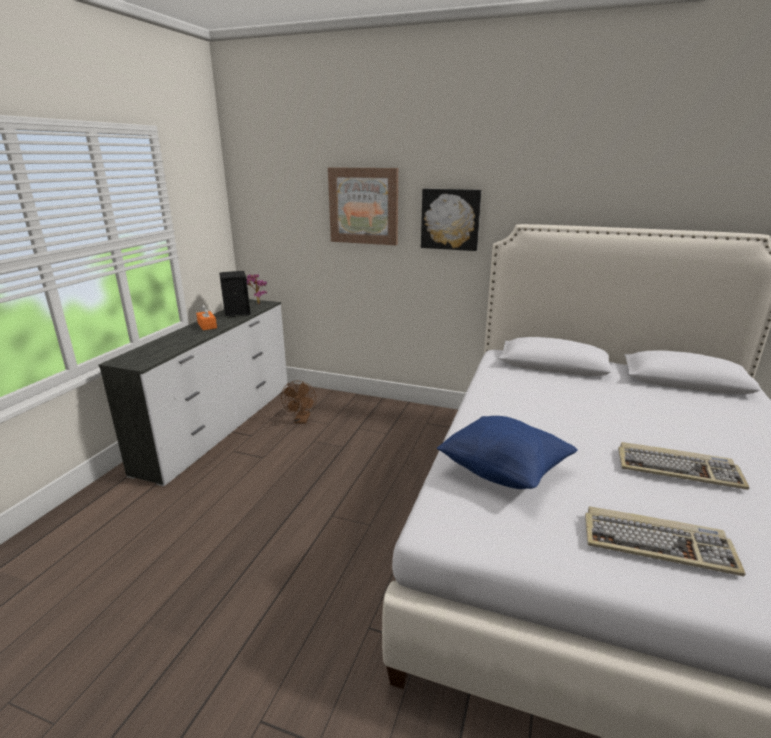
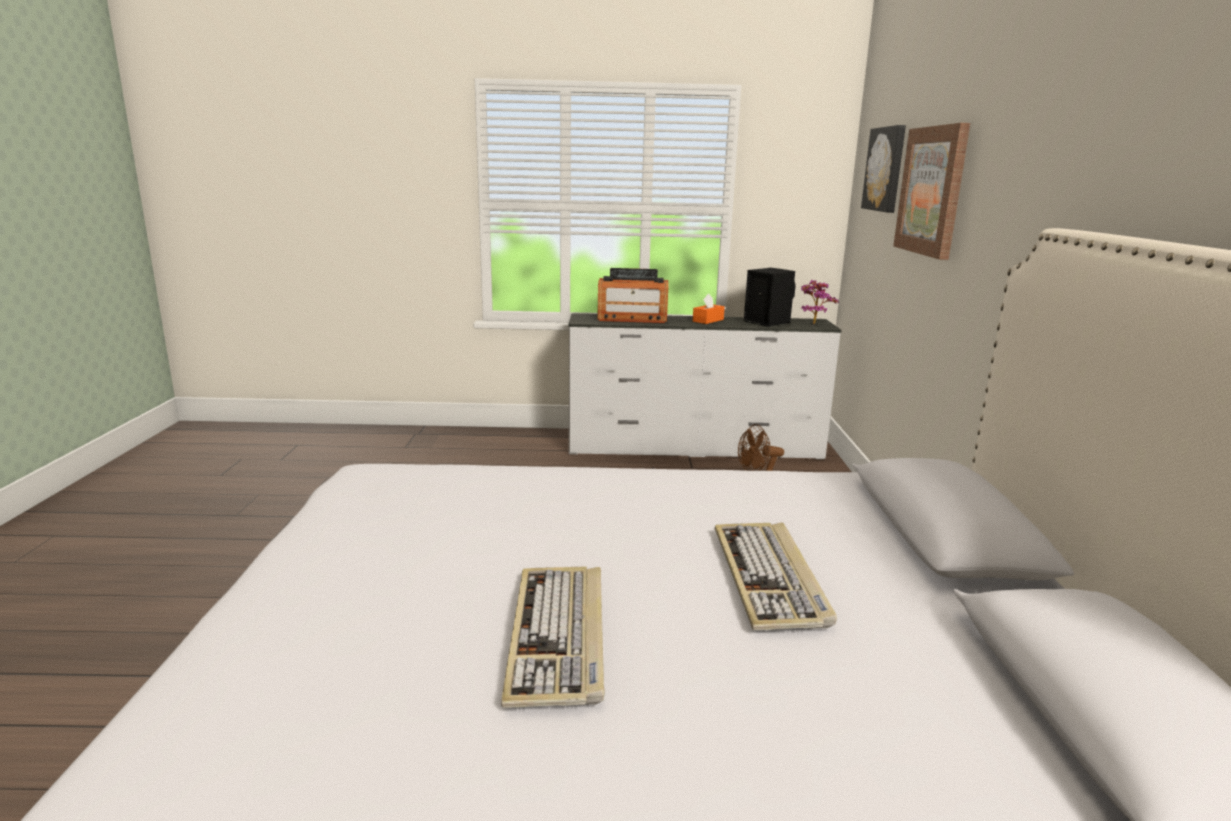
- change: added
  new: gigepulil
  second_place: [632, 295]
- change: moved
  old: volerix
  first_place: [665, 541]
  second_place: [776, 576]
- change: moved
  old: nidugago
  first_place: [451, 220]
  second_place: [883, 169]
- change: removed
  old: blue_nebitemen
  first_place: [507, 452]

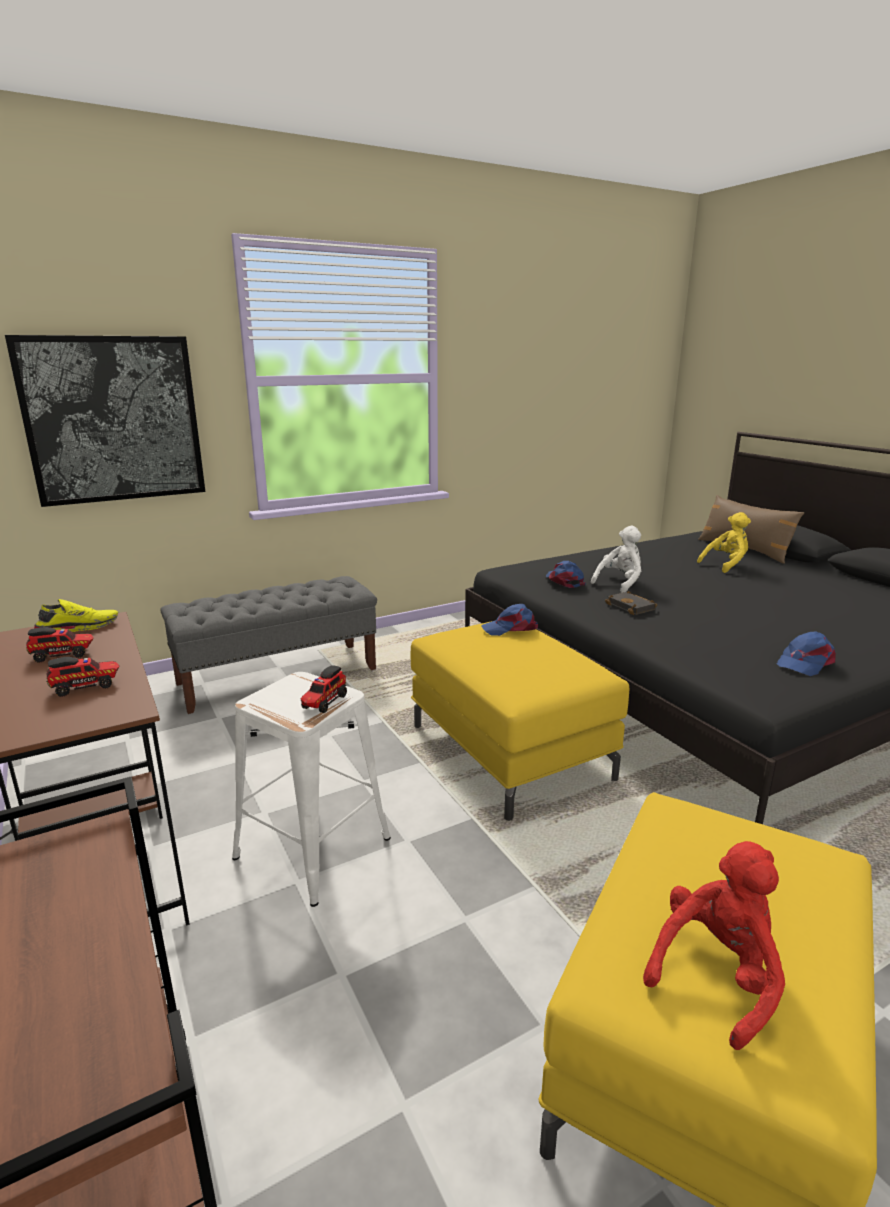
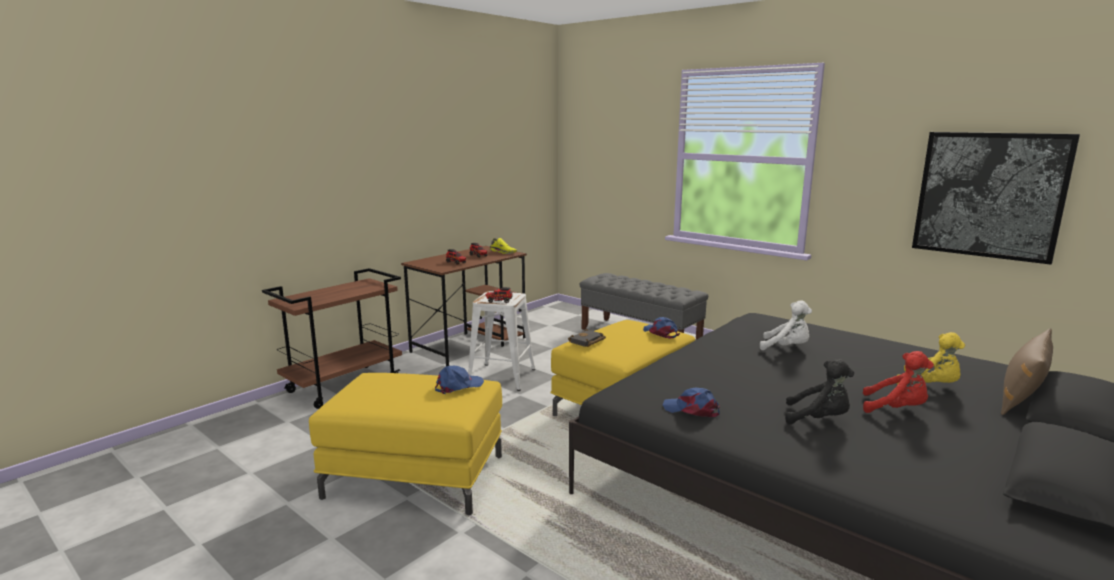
- change: moved
  old: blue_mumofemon
  first_place: [566, 574]
  second_place: [459, 380]
- change: moved
  old: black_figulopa
  first_place: [631, 603]
  second_place: [587, 338]
- change: added
  new: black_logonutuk
  second_place: [819, 391]
- change: moved
  old: red_logonutuk
  first_place: [714, 945]
  second_place: [898, 382]
- change: moved
  old: nidugago
  first_place: [105, 421]
  second_place: [996, 198]

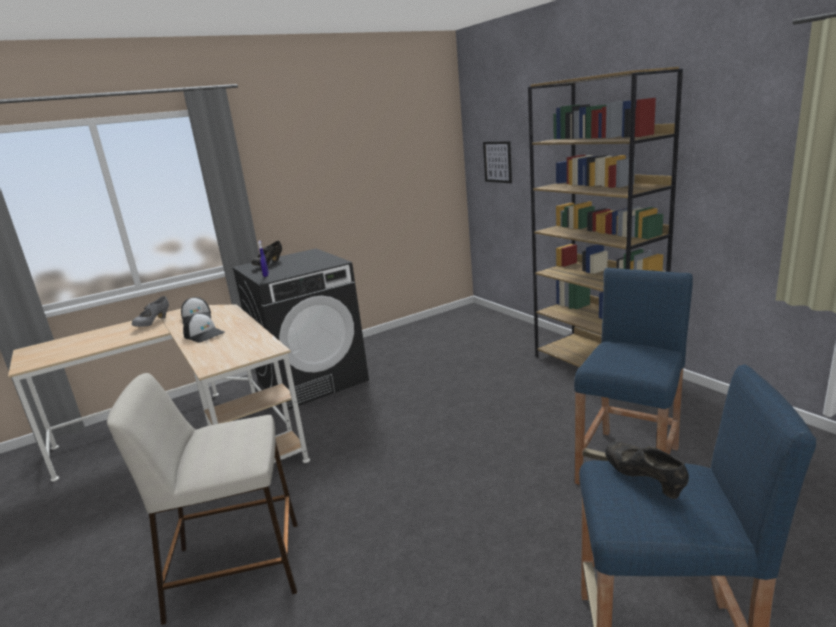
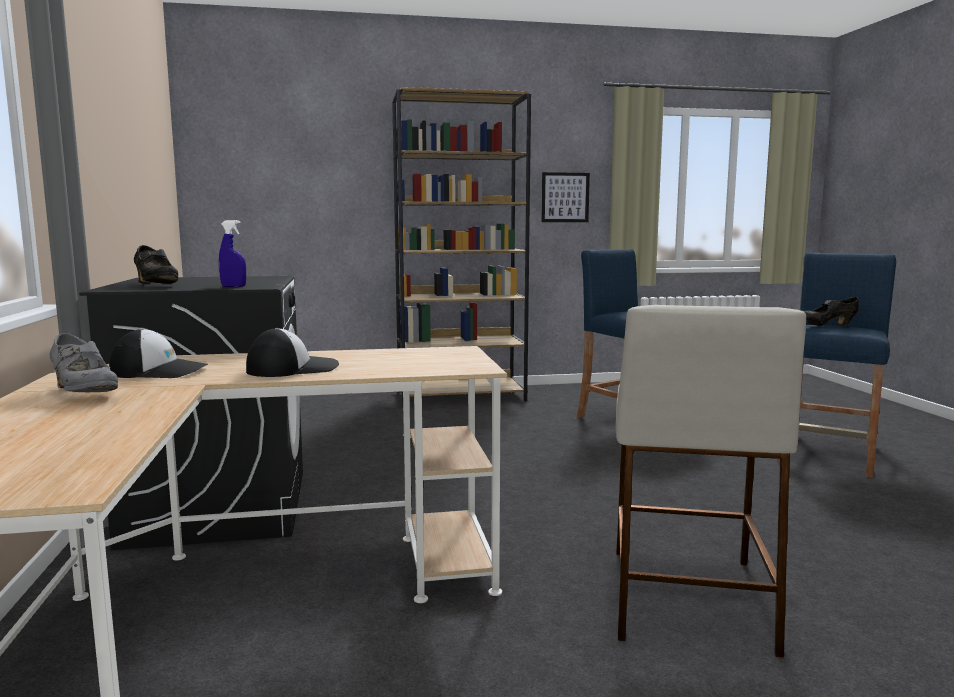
- change: moved
  old: nidugago
  first_place: [497, 162]
  second_place: [565, 197]

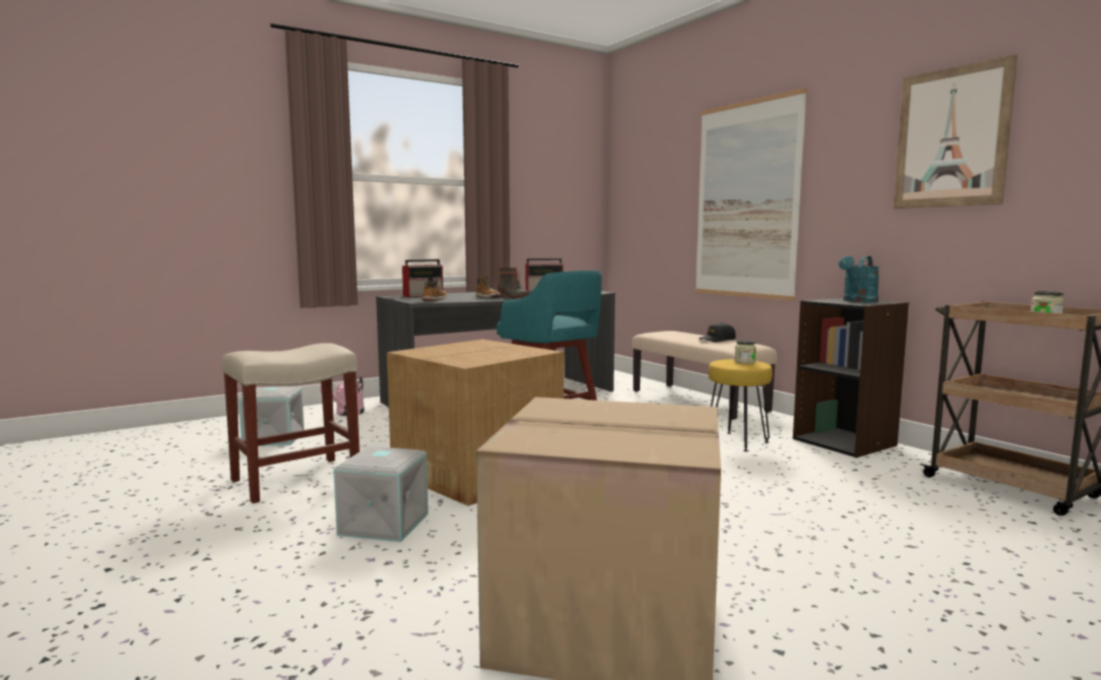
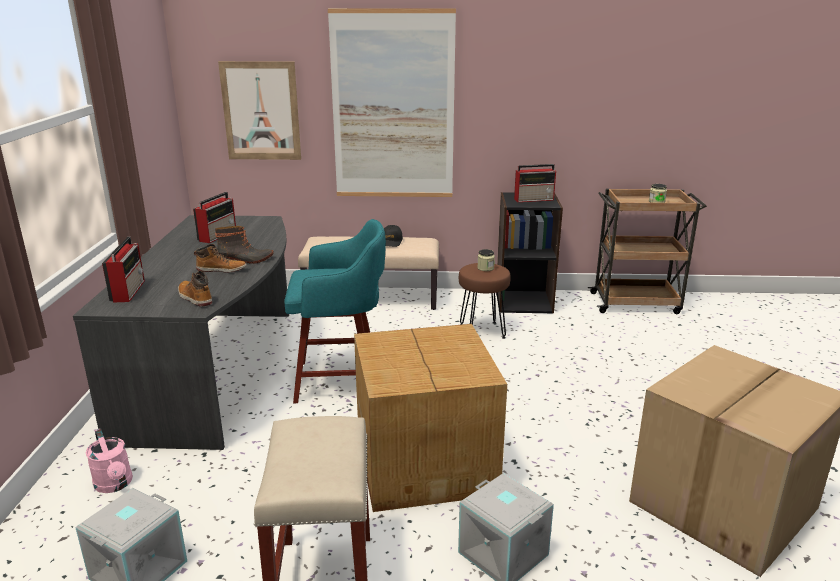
- change: moved
  old: nidugago
  first_place: [955, 131]
  second_place: [259, 110]
- change: recoloured
  old: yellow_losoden
  new: brown_losoden
  first_place: [740, 405]
  second_place: [485, 301]
- change: replaced
  old: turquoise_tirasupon
  new: gigepulil
  first_place: [859, 279]
  second_place: [535, 183]

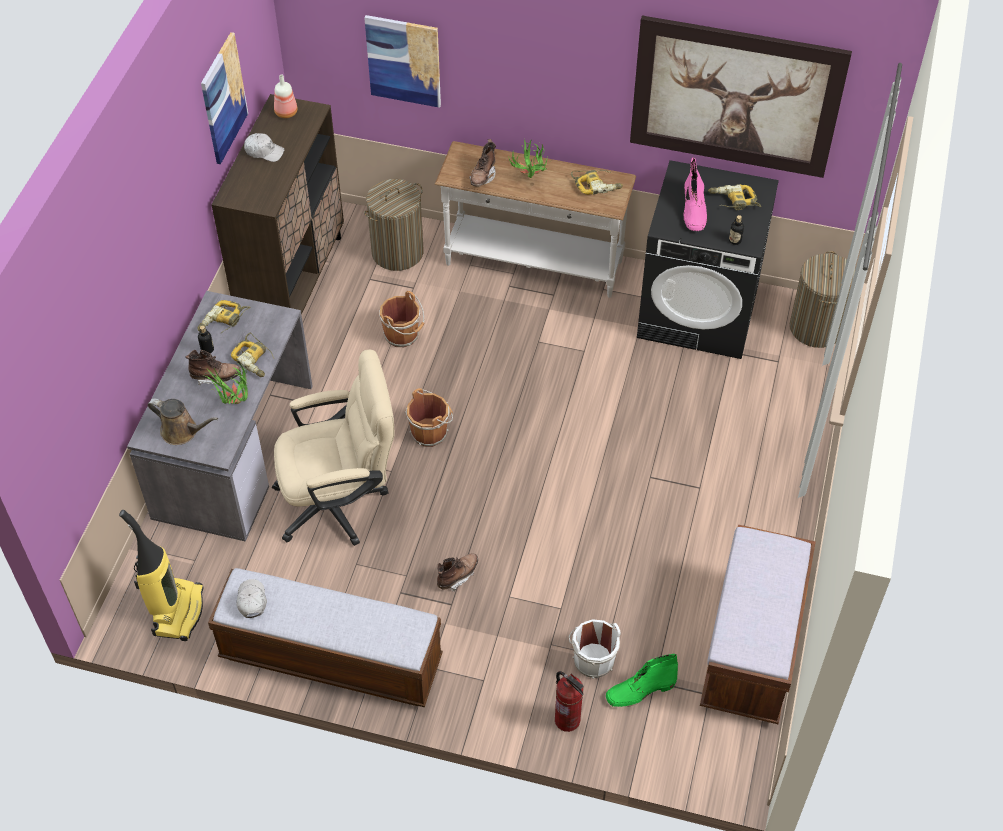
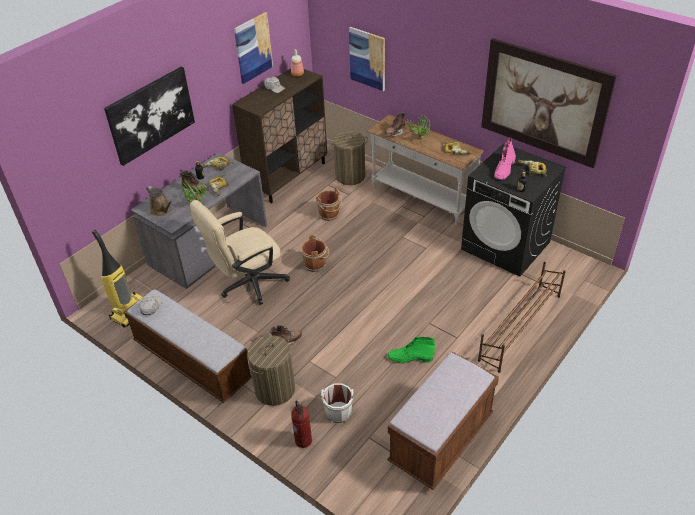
- change: added
  new: nidugago
  second_place: [149, 116]
- change: turned
  old: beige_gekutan
  first_place: [333, 447]
  second_place: [240, 252]
  degrees: 135
- change: moved
  old: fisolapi
  first_place: [823, 299]
  second_place: [271, 370]
- change: moved
  old: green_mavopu
  first_place: [642, 680]
  second_place: [411, 350]
- change: added
  new: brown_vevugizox
  second_place: [522, 317]

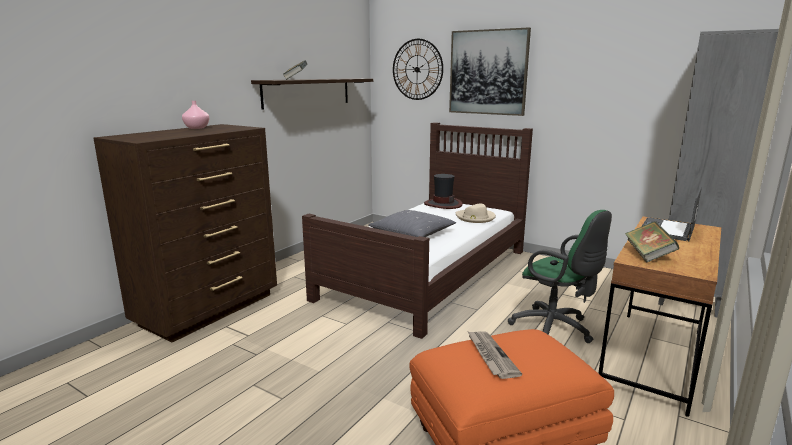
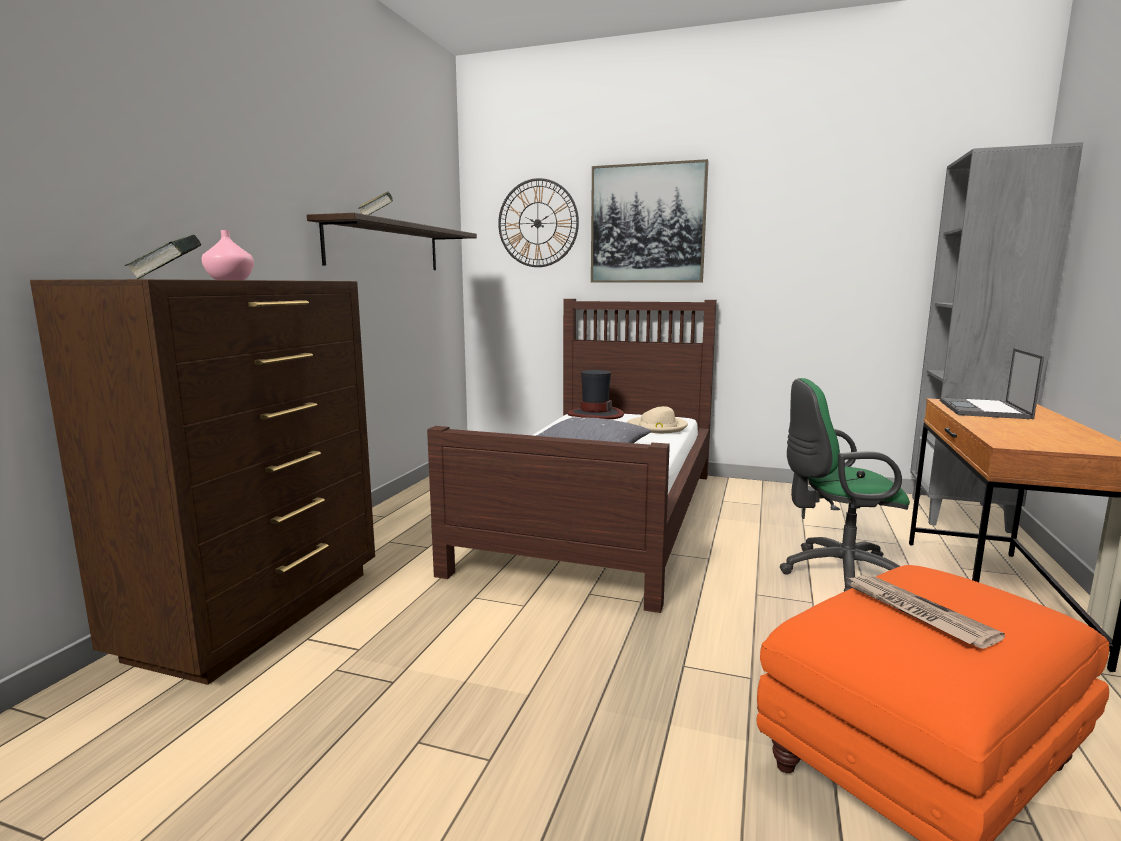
- change: moved
  old: figulopa
  first_place: [652, 242]
  second_place: [163, 256]
- change: turned
  old: green_gekutan
  first_place: [560, 276]
  second_place: [845, 484]
  degrees: 150

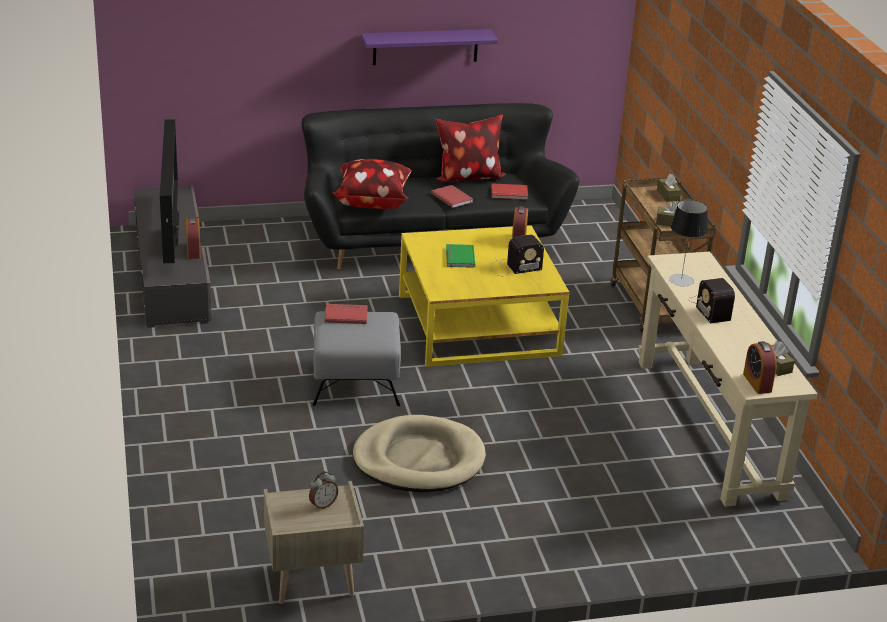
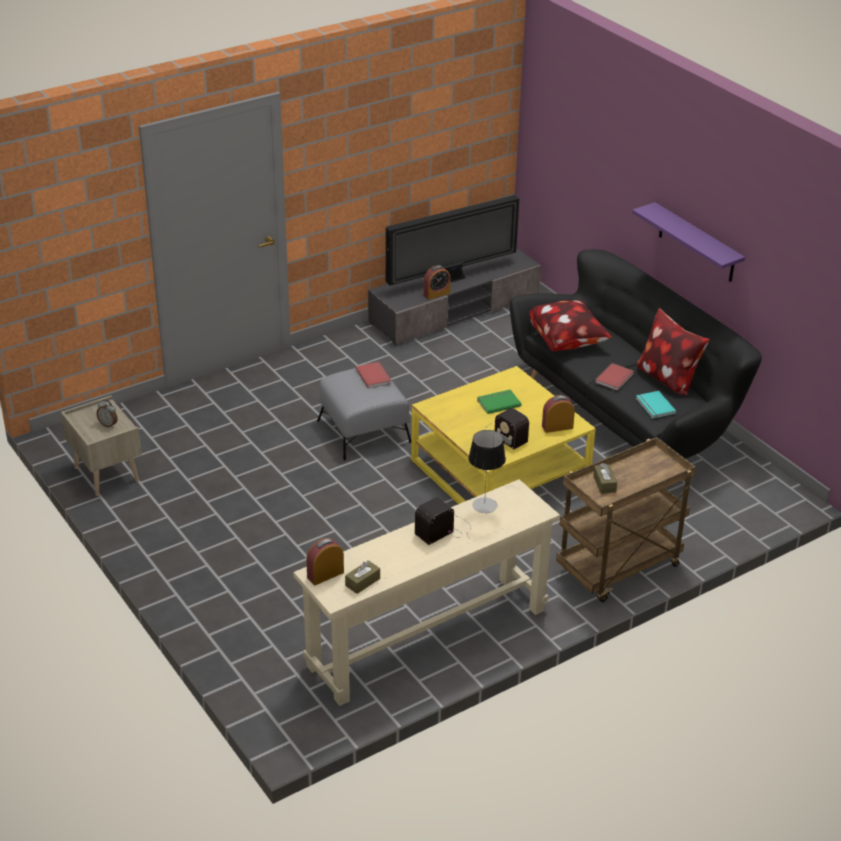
- change: recoloured
  old: red_figulopa
  new: turquoise_figulopa
  first_place: [509, 191]
  second_place: [656, 405]
- change: removed
  old: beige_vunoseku
  first_place: [419, 453]
- change: removed
  old: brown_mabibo
  first_place: [669, 188]

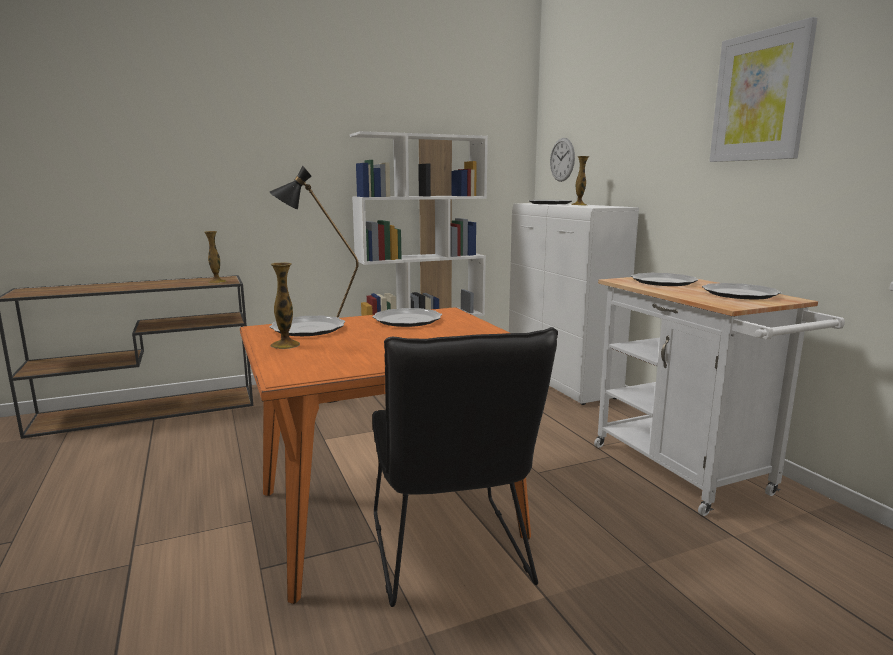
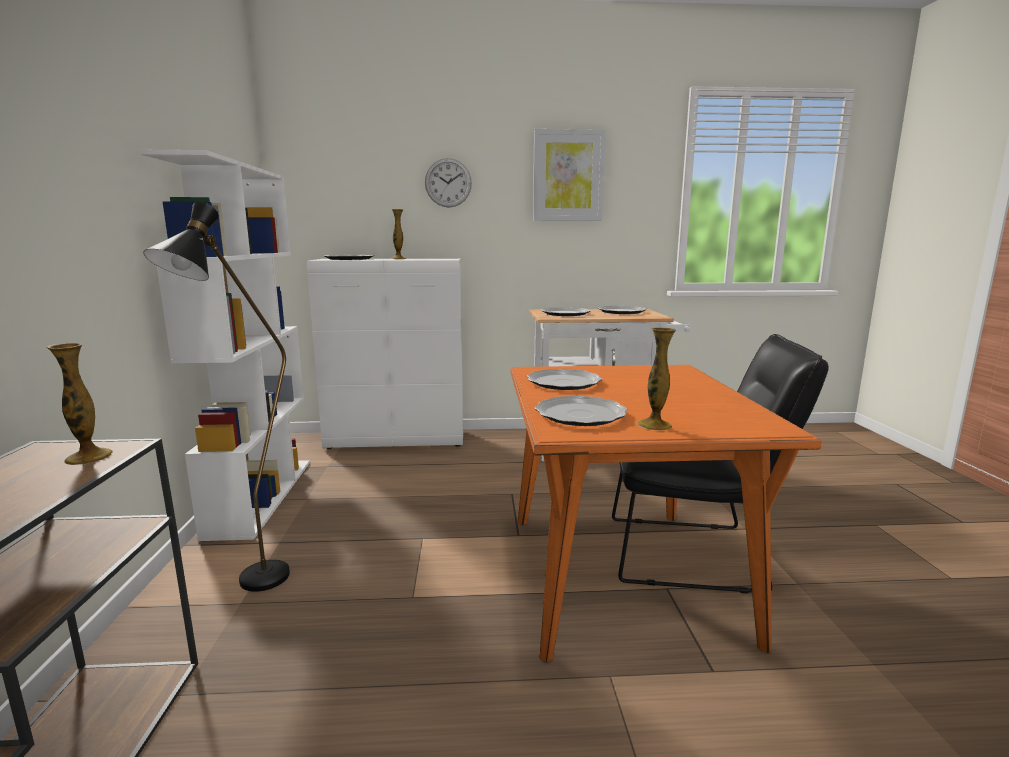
- change: moved
  old: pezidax
  first_place: [562, 160]
  second_place: [448, 182]

